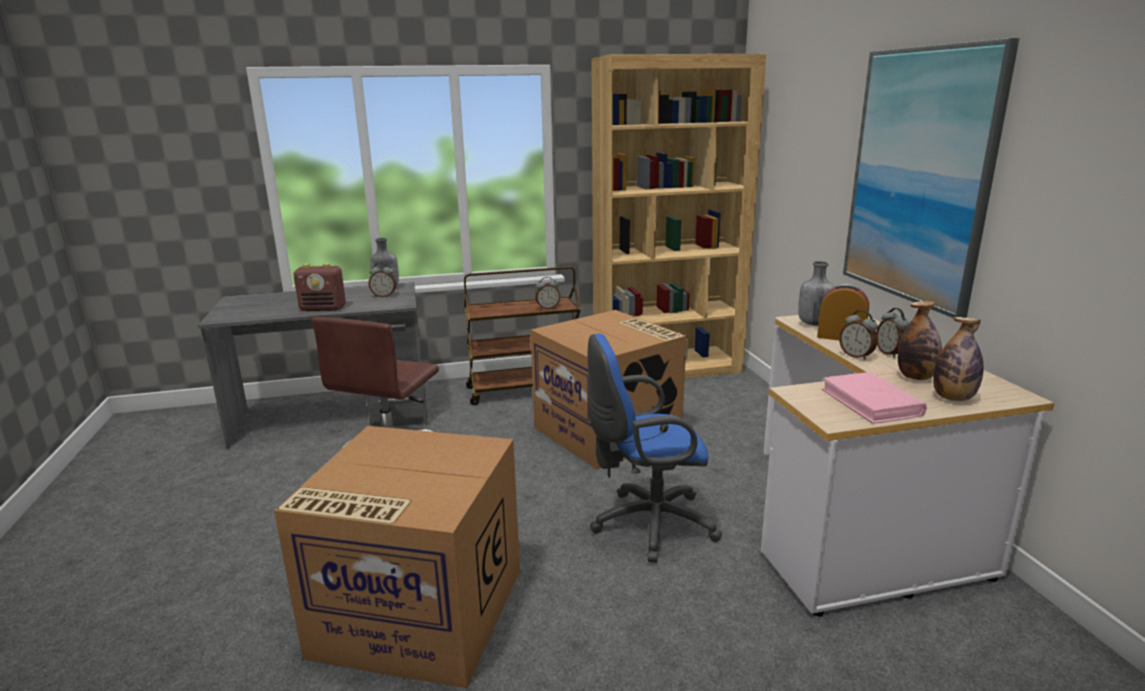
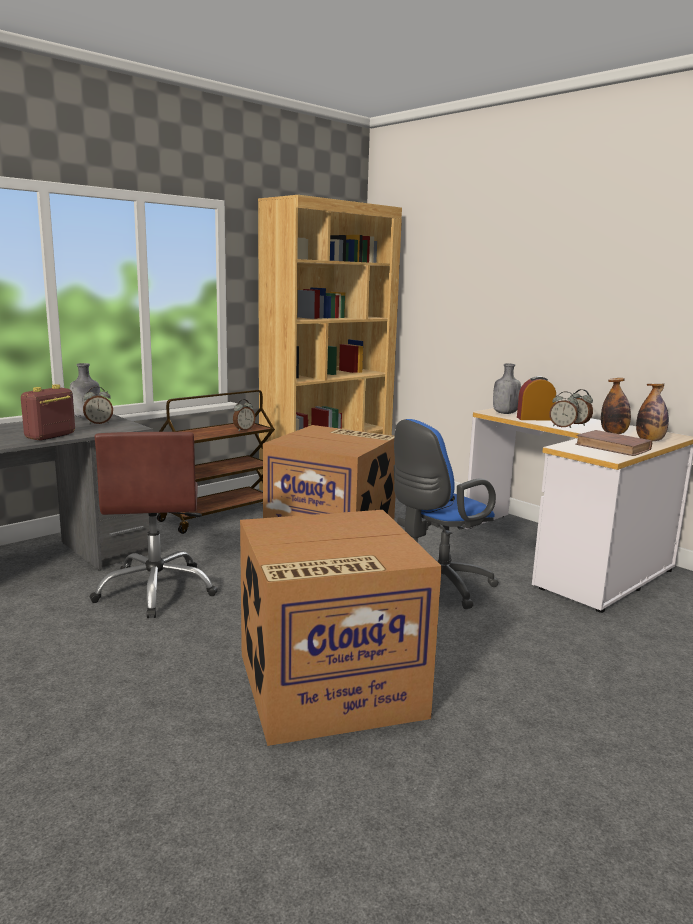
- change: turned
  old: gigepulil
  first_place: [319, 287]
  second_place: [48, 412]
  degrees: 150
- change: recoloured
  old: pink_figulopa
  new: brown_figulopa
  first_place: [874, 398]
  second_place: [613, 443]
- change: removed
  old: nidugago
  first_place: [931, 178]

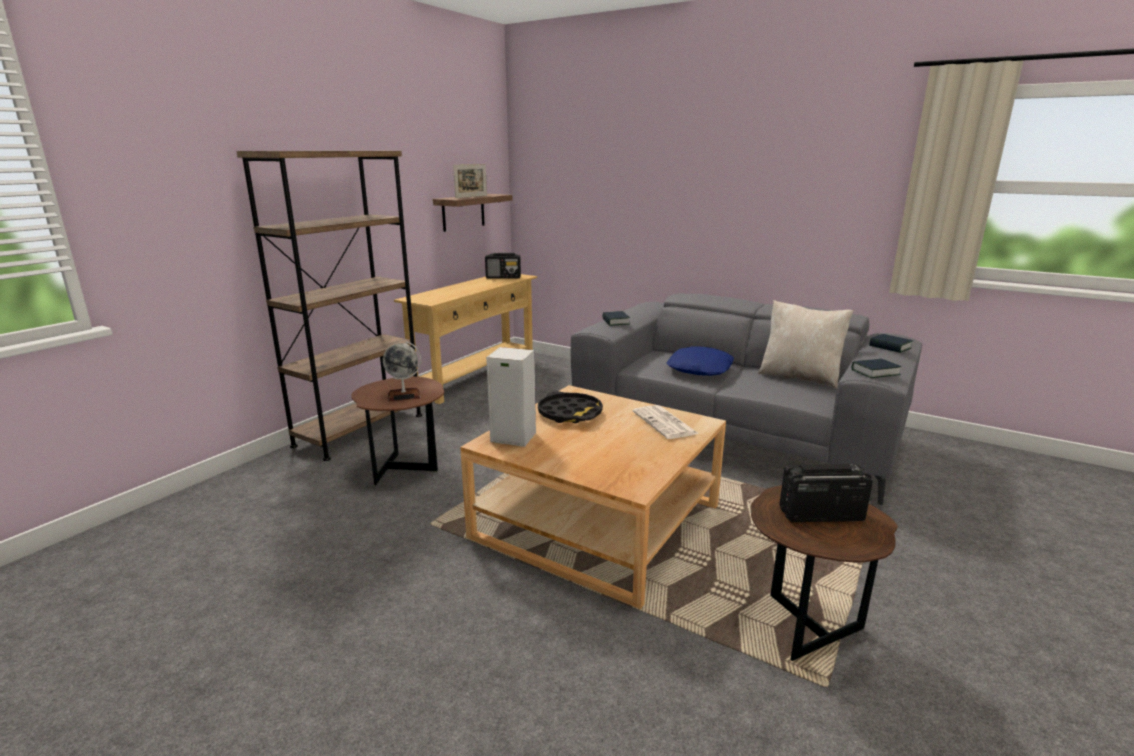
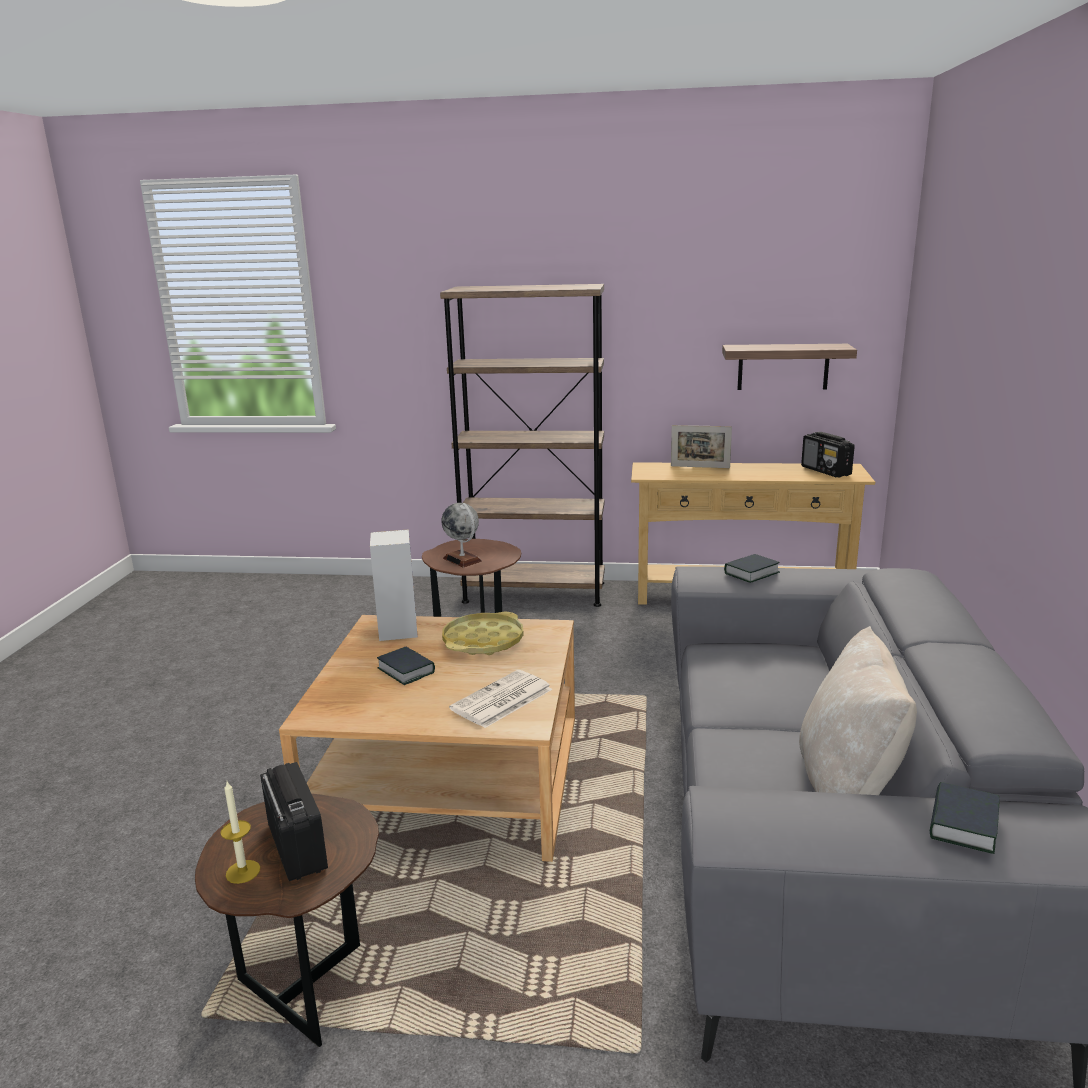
- change: added
  new: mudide
  second_place: [240, 832]
- change: moved
  old: figulopa
  first_place: [876, 368]
  second_place: [406, 666]
- change: recoloured
  old: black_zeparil
  new: yellow_zeparil
  first_place: [570, 407]
  second_place: [483, 633]
- change: moved
  old: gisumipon
  first_place: [470, 181]
  second_place: [701, 446]
- change: removed
  old: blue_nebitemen
  first_place: [700, 361]

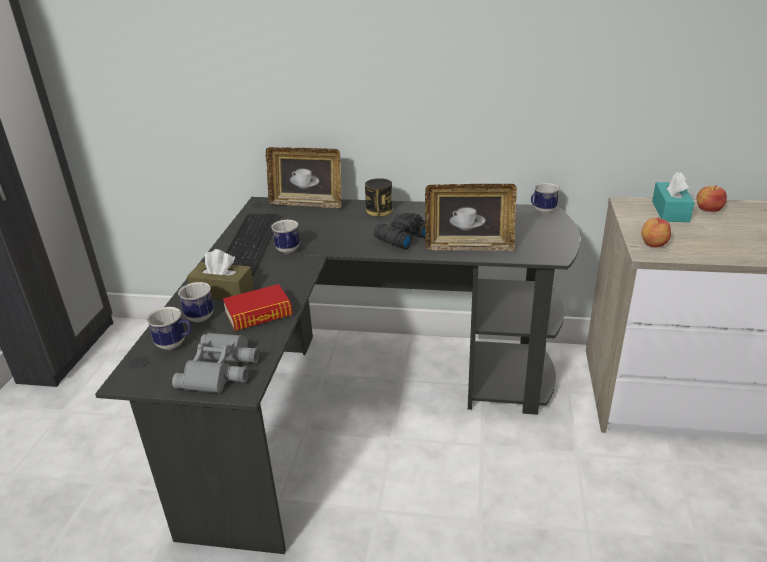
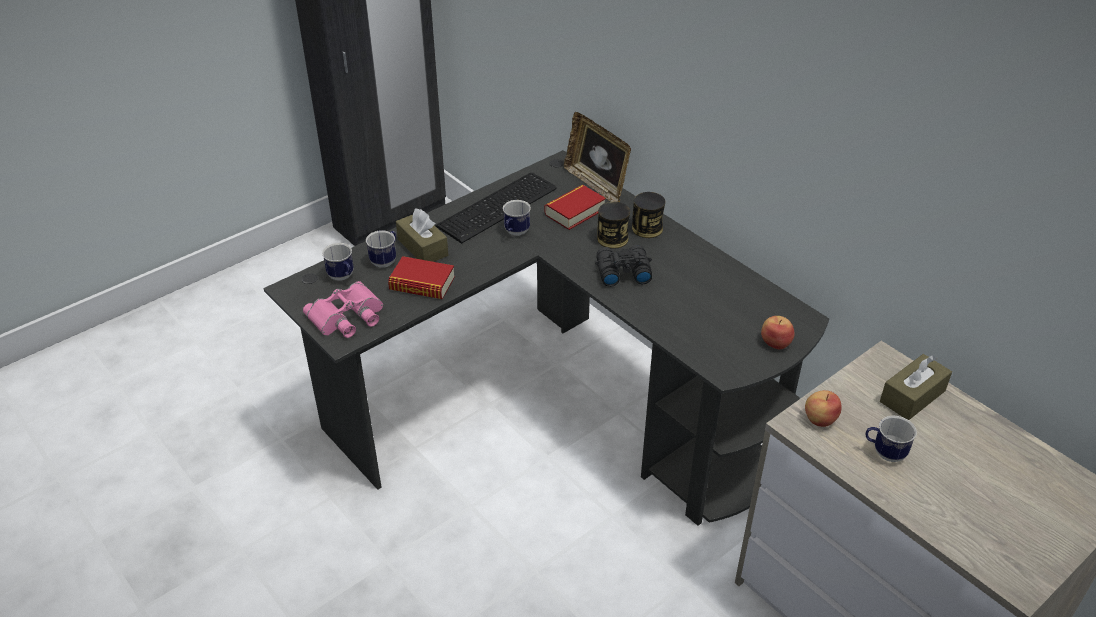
- change: recoloured
  old: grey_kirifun
  new: pink_kirifun
  first_place: [216, 363]
  second_place: [343, 309]
- change: added
  new: figulopa
  second_place: [575, 207]
- change: added
  new: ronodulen
  second_place: [613, 225]
- change: moved
  old: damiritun
  first_place: [711, 198]
  second_place: [778, 332]
- change: moved
  old: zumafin
  first_place: [545, 198]
  second_place: [891, 438]
- change: recoloured
  old: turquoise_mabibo
  new: brown_mabibo
  first_place: [673, 197]
  second_place: [916, 387]
- change: removed
  old: gisumipon
  first_place: [471, 217]

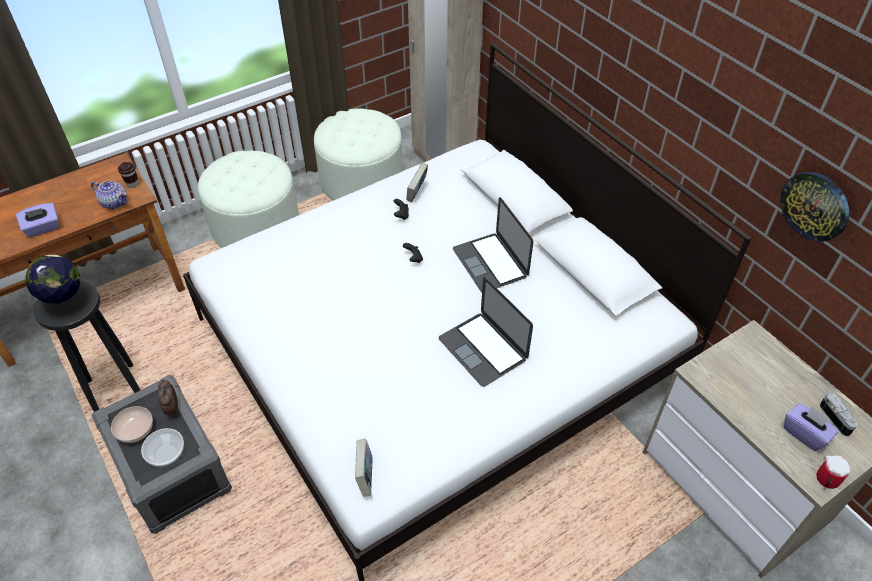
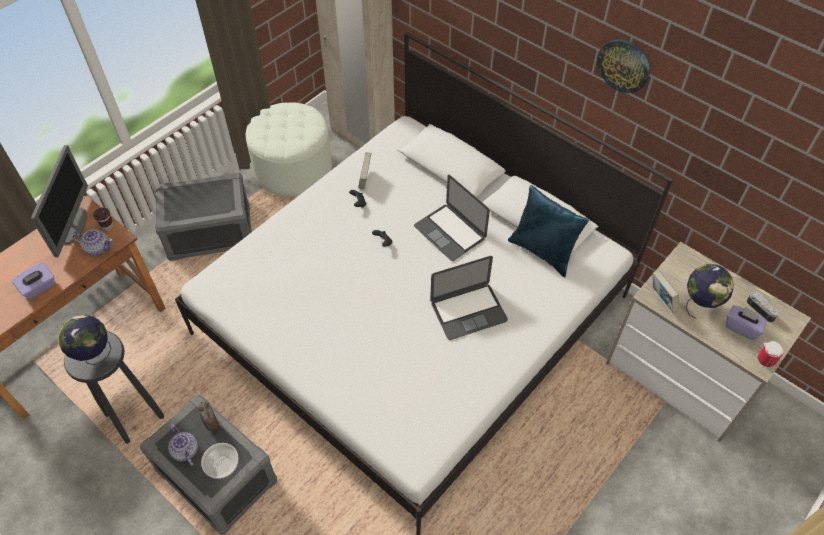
- change: added
  new: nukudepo
  second_place: [59, 201]
- change: replaced
  old: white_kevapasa
  new: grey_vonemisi
  first_place: [248, 199]
  second_place: [203, 216]
- change: replaced
  old: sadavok
  new: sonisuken
  first_place: [132, 424]
  second_place: [183, 445]
- change: turned
  old: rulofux
  first_place: [486, 332]
  second_place: [469, 298]
  degrees: -60
- change: added
  new: blue_nebitemen
  second_place: [548, 231]
- change: moved
  old: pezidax
  first_place: [814, 207]
  second_place: [623, 66]
- change: moved
  old: figulopa
  first_place: [364, 468]
  second_place: [666, 291]
- change: added
  new: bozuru
  second_place: [709, 291]

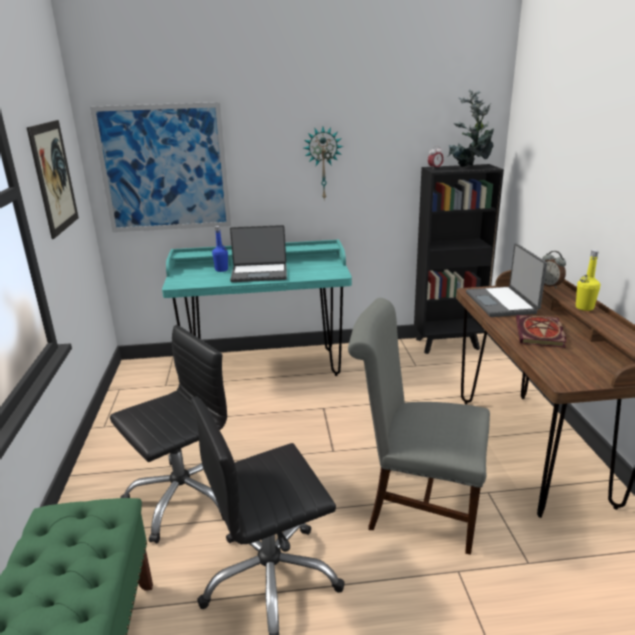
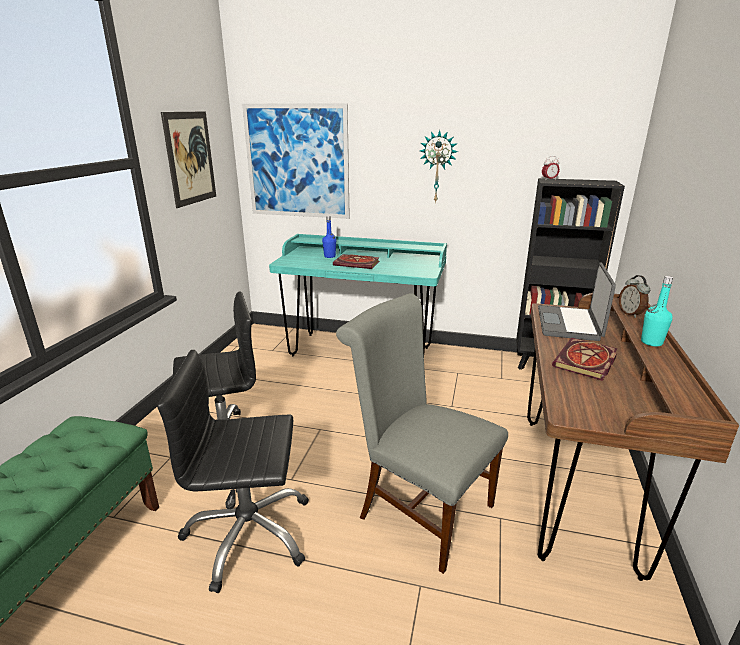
- change: replaced
  old: rulofux
  new: figulopa
  first_place: [258, 253]
  second_place: [356, 261]
- change: recoloured
  old: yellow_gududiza
  new: turquoise_gududiza
  first_place: [588, 280]
  second_place: [657, 311]
- change: removed
  old: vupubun
  first_place: [471, 128]

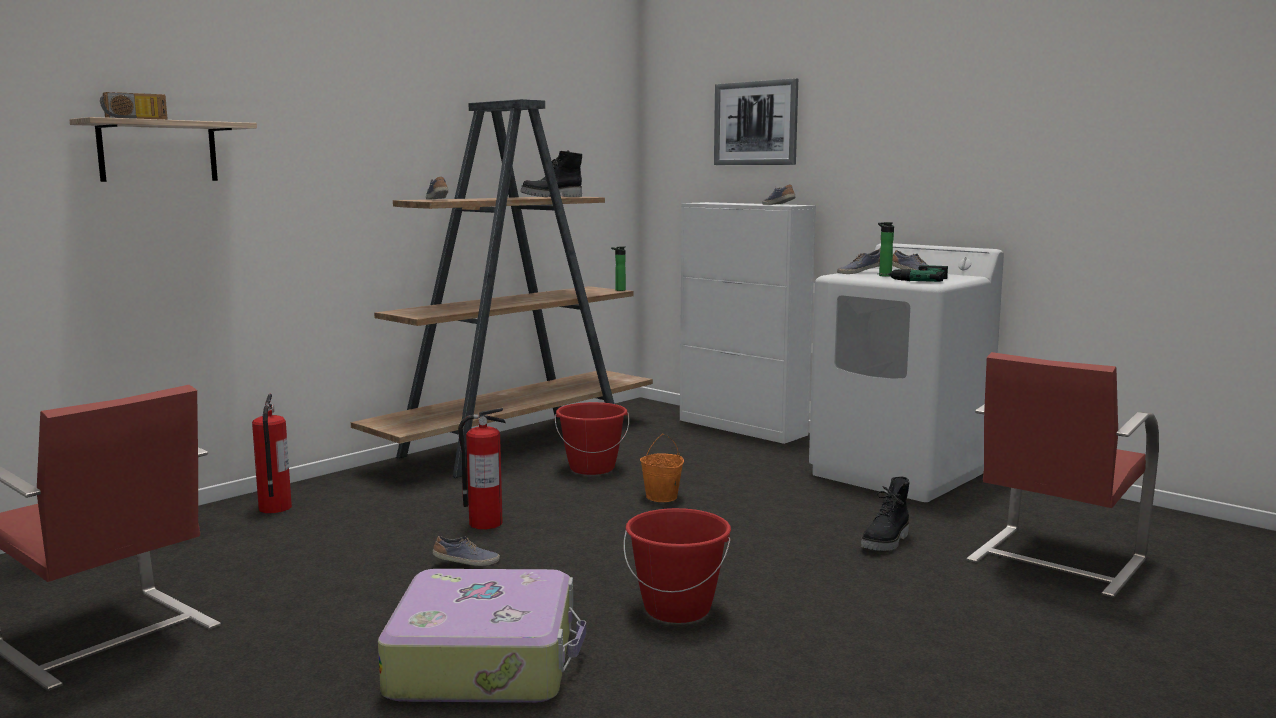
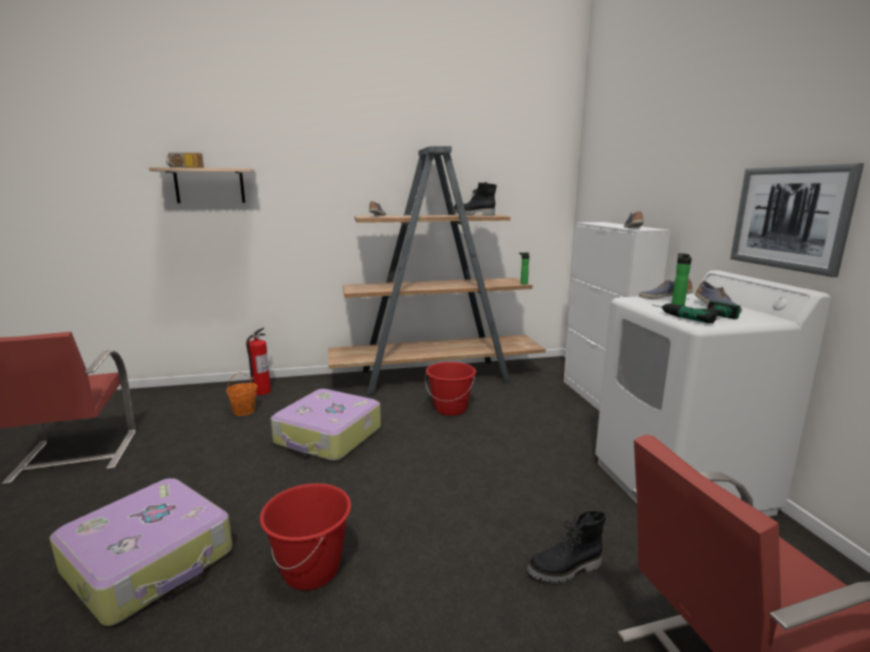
- change: moved
  old: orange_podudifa
  first_place: [662, 468]
  second_place: [241, 394]
- change: replaced
  old: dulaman
  new: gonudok
  first_place: [482, 468]
  second_place: [326, 425]
- change: moved
  old: nidugago
  first_place: [756, 121]
  second_place: [797, 220]
- change: removed
  old: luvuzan
  first_place: [466, 551]

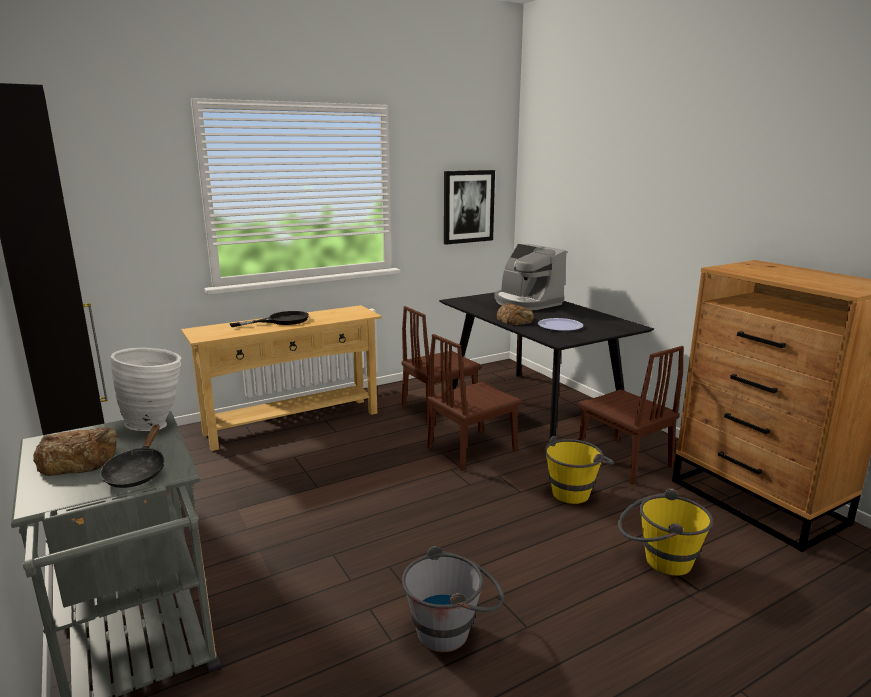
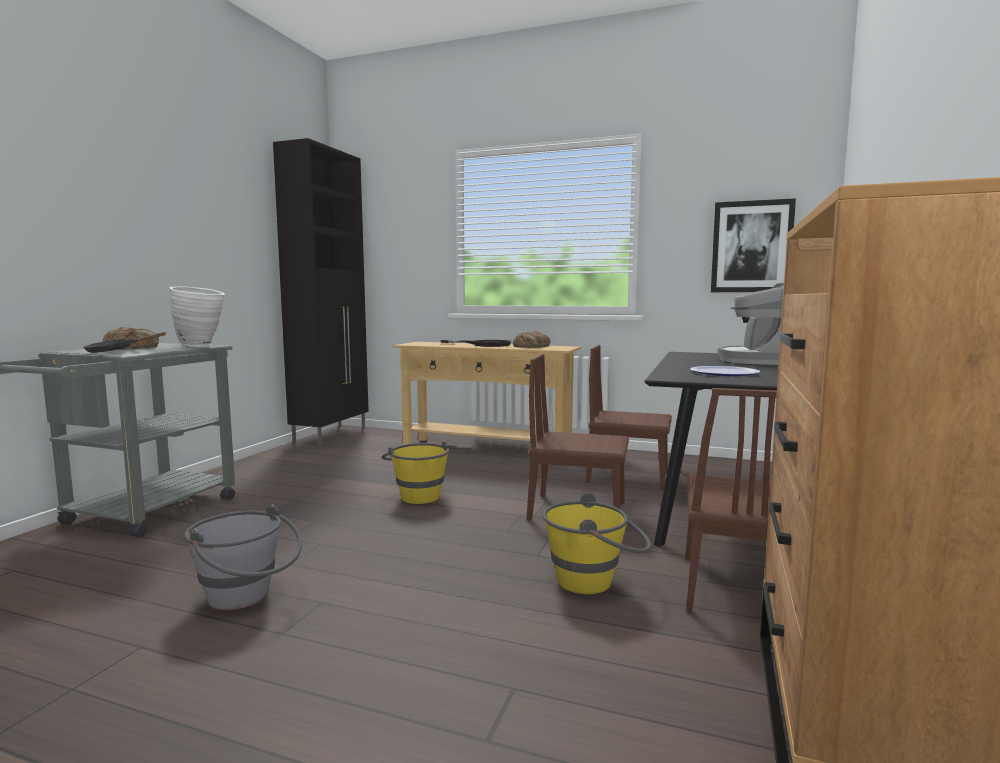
- change: moved
  old: yellow_podudifa
  first_place: [665, 532]
  second_place: [415, 472]
- change: moved
  old: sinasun
  first_place: [515, 314]
  second_place: [531, 339]

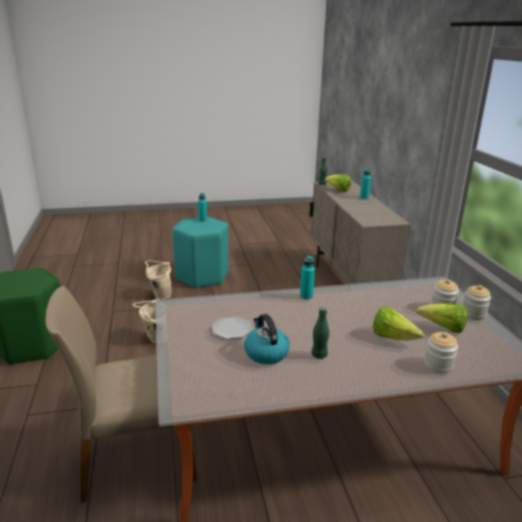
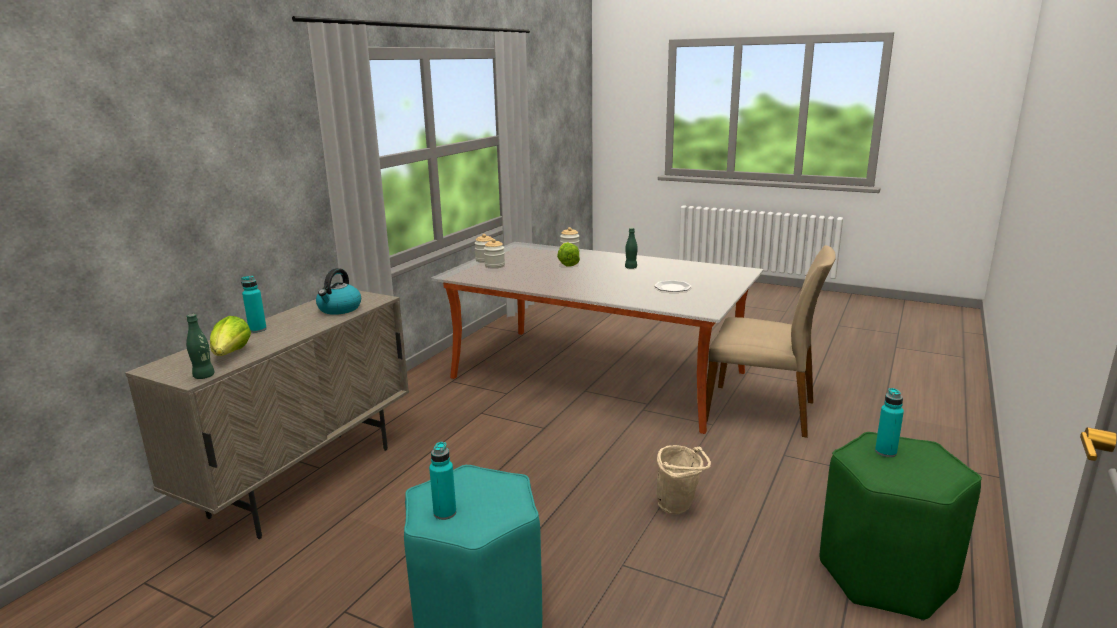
- change: moved
  old: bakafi
  first_place: [267, 339]
  second_place: [338, 291]
- change: moved
  old: turquoise_gududiza
  first_place: [307, 277]
  second_place: [889, 422]
- change: removed
  old: beige_podudifa
  first_place: [158, 280]
- change: removed
  old: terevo
  first_place: [441, 318]

